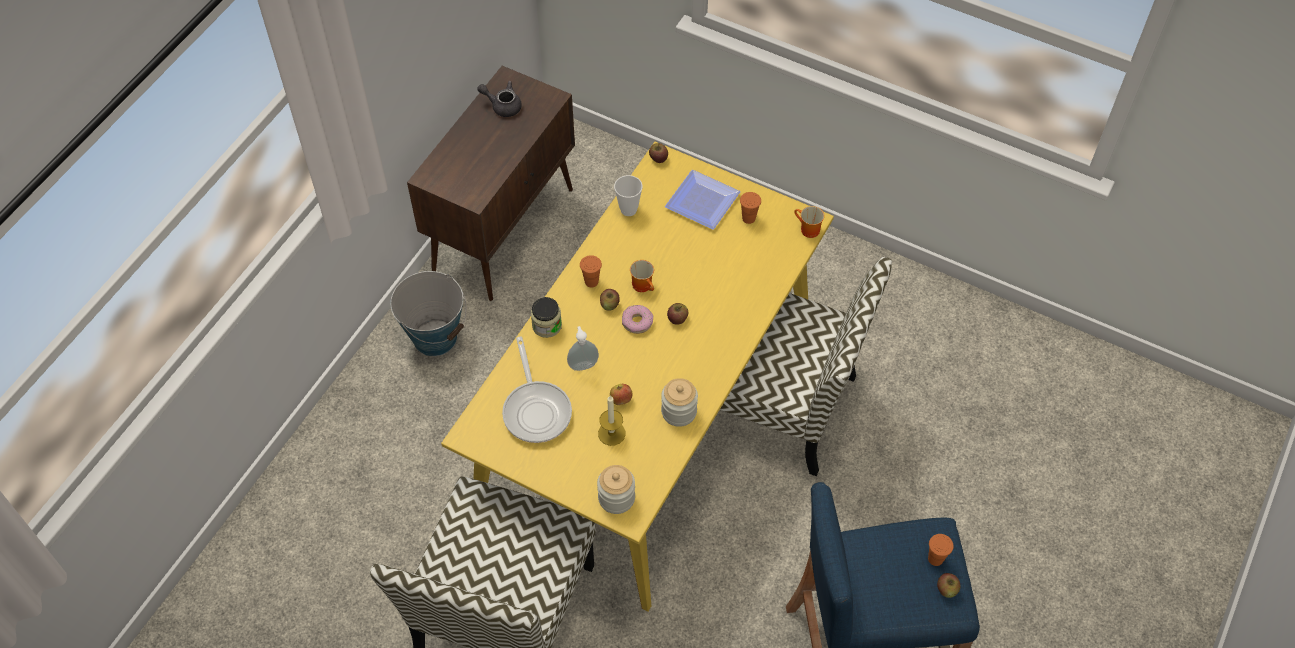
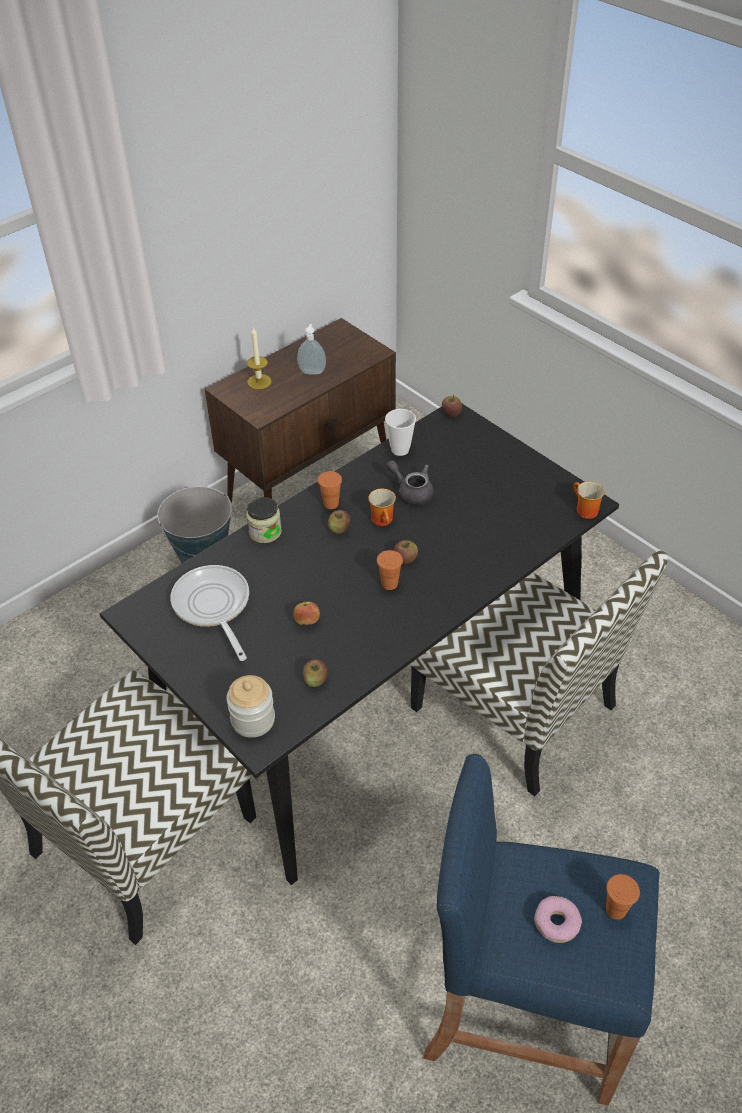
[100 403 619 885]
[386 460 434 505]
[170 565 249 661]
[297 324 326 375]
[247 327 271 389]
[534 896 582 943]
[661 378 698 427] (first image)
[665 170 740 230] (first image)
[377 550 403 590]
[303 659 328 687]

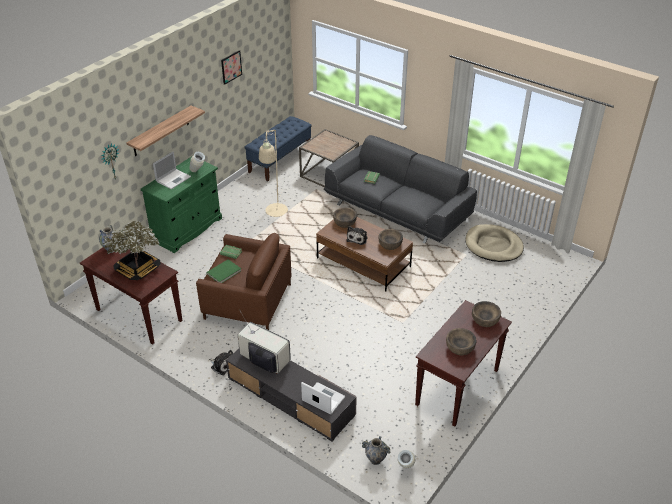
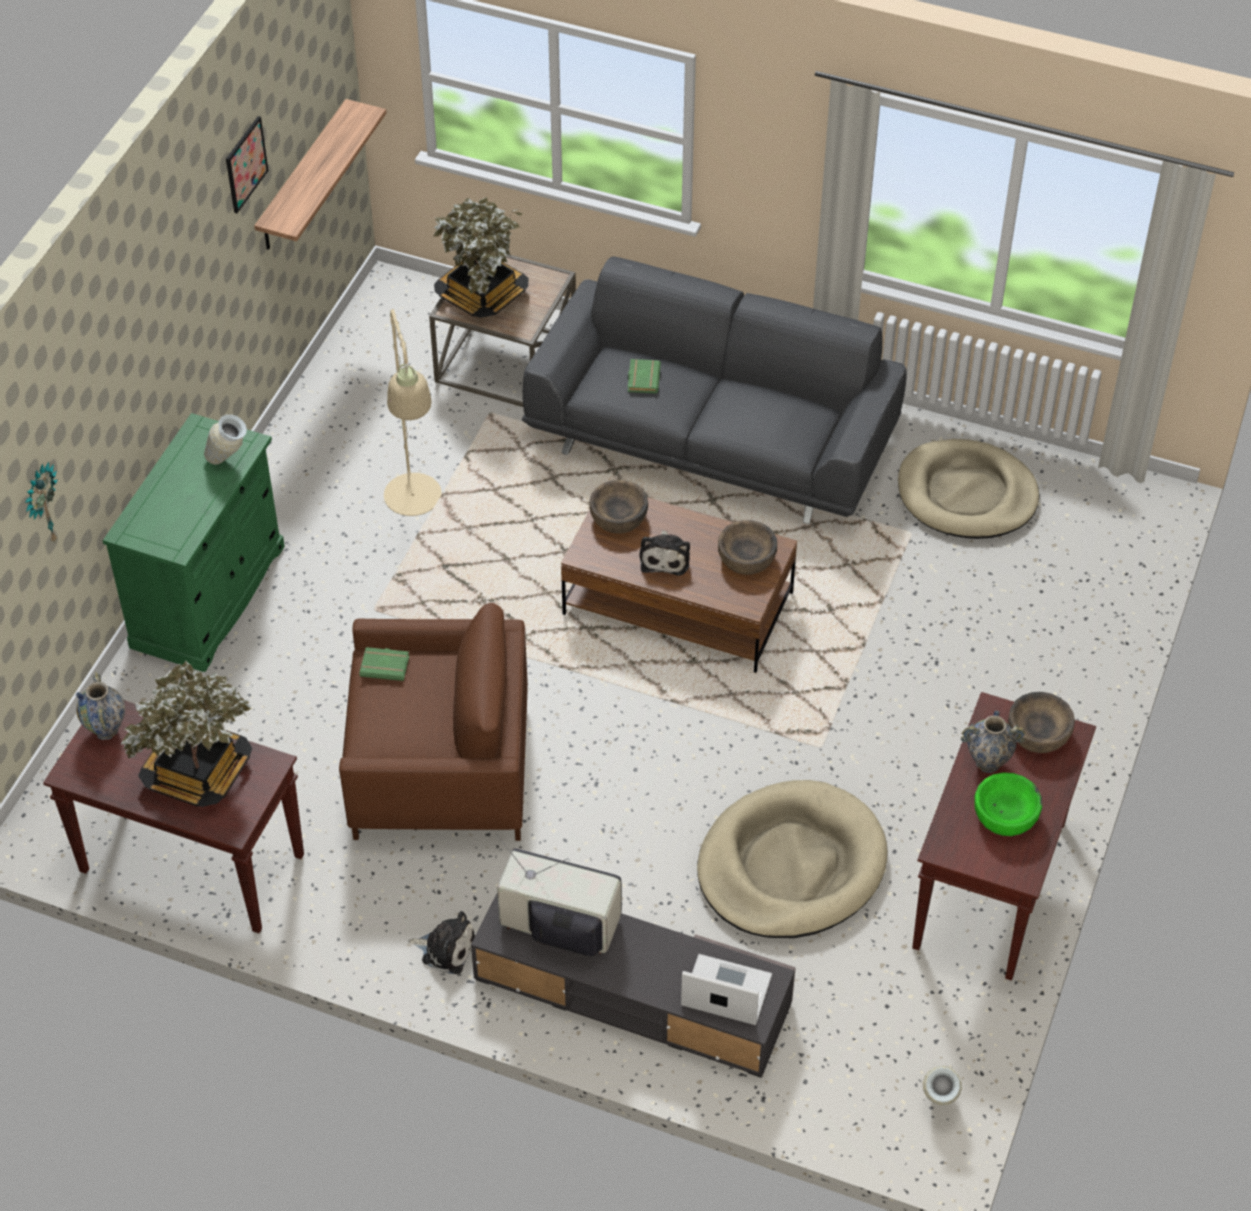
[254 99 386 250]
[153 152 191 189] (first image)
[206 259 241 283] (first image)
[244 116 312 181] (first image)
[961 711 1026 773]
[974 773 1042 836]
[433 197 529 318]
[697 780 888 938]

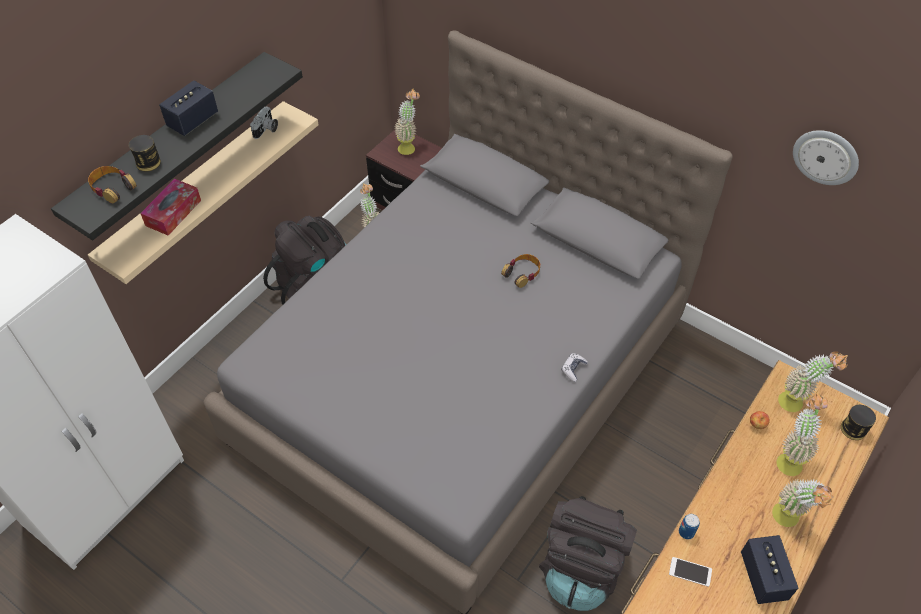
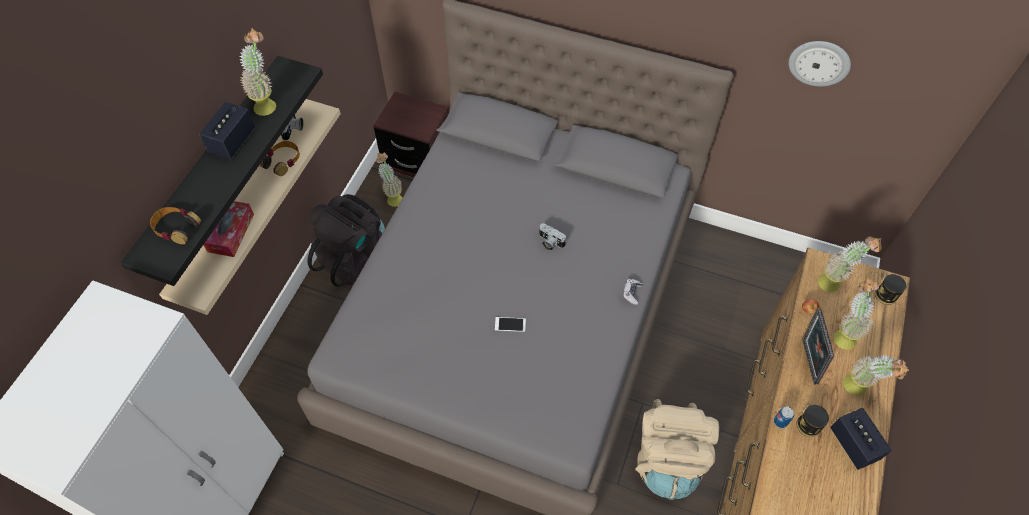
[797 405 829 437]
[239 28 276 116]
[260 141 300 176]
[635 399 719 500]
[495 317 526 332]
[539 223 566 251]
[802 309 834 384]

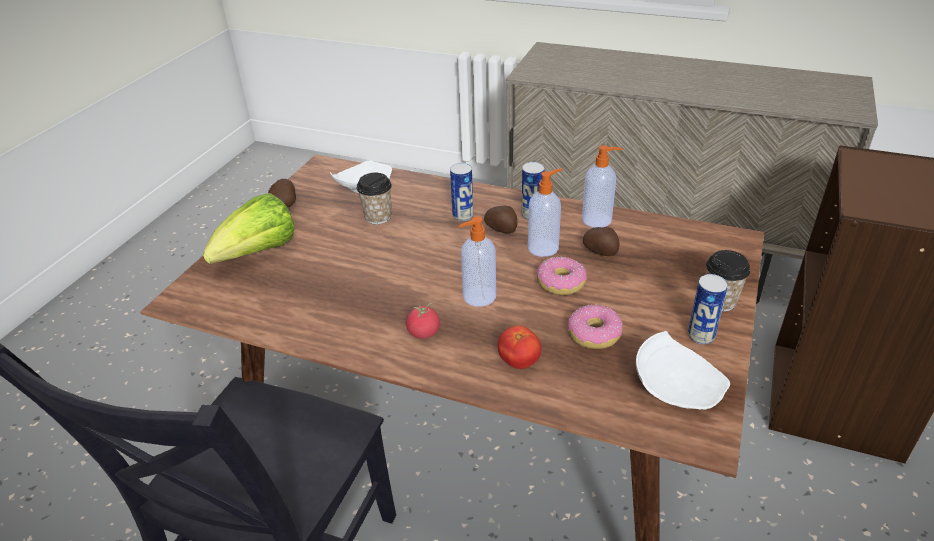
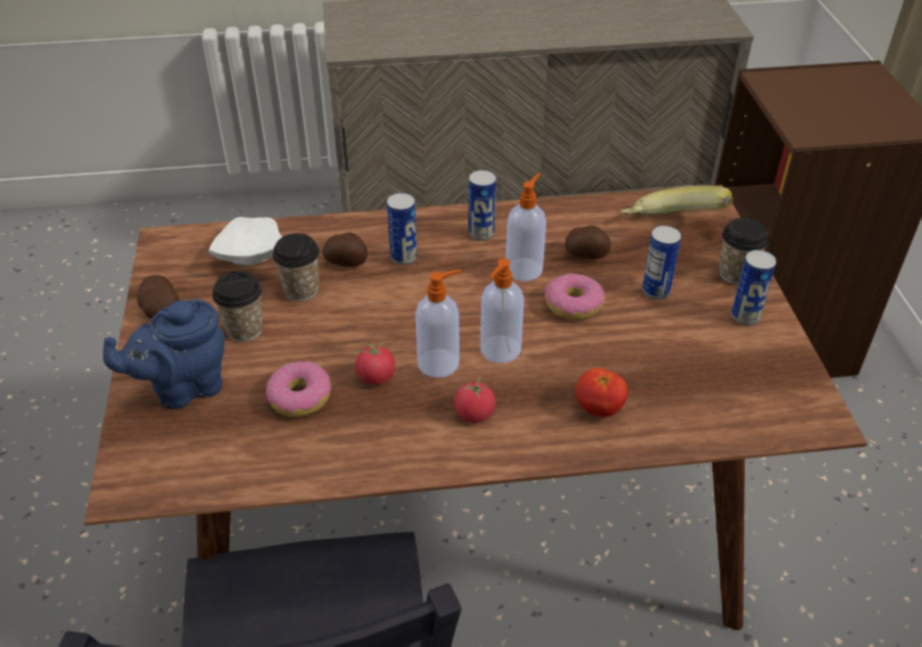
[103 299 225 409]
[323 233 368 267]
[266 361 331 417]
[415 270 462 378]
[636 331 730 410] (first image)
[212 271 263 342]
[355 341 395 384]
[621 186 733 215]
[642 225 681 300]

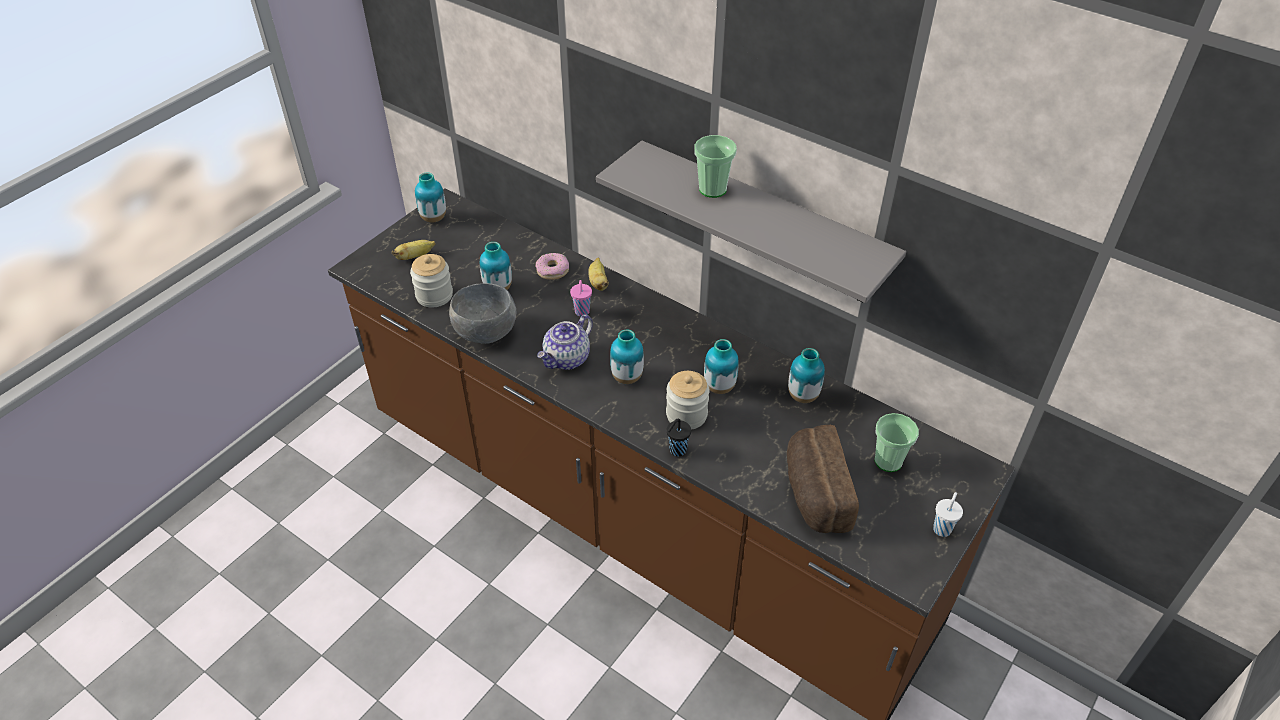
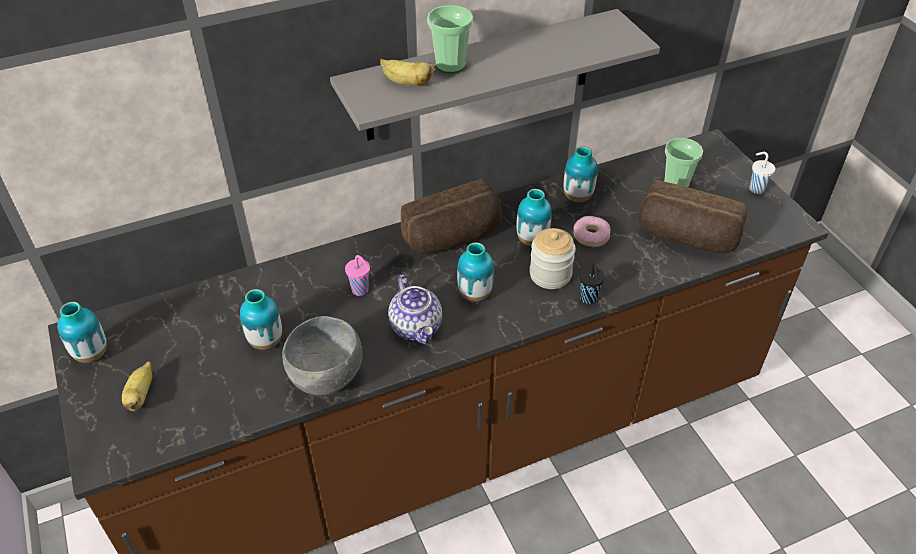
[410 254 453 307] (first image)
[573 216 611 247]
[380 59 436 85]
[401 179 502 254]

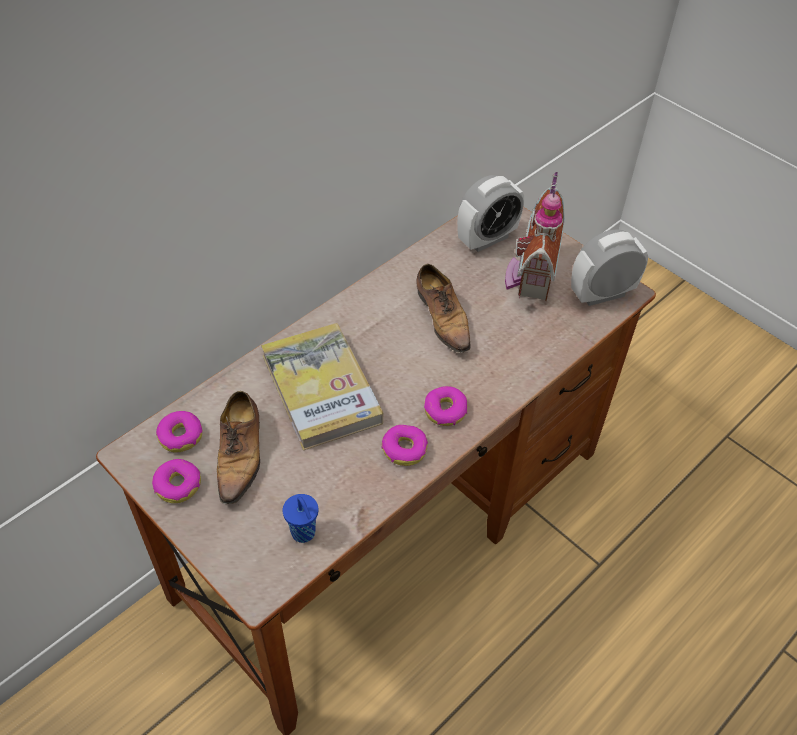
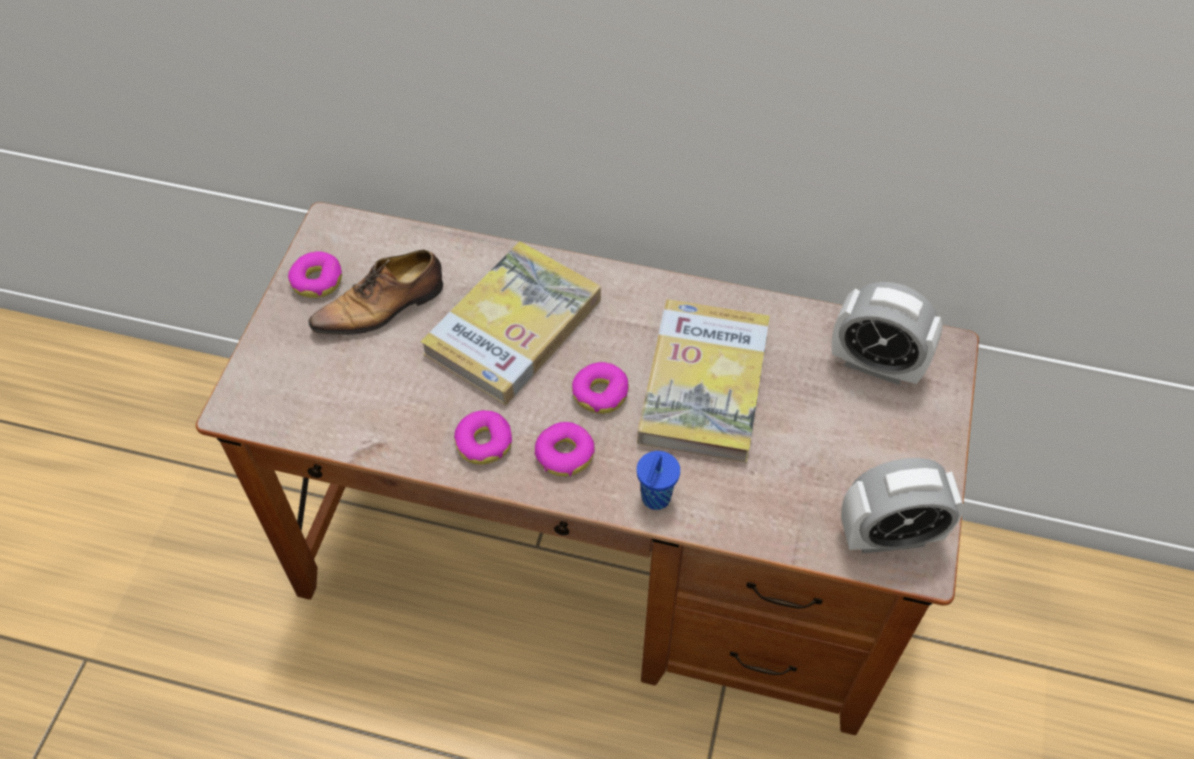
[572 362 629 414]
[637 451 680 510]
[637 299 770 463]
[505 172 565 301] (first image)
[841 458 964 553]

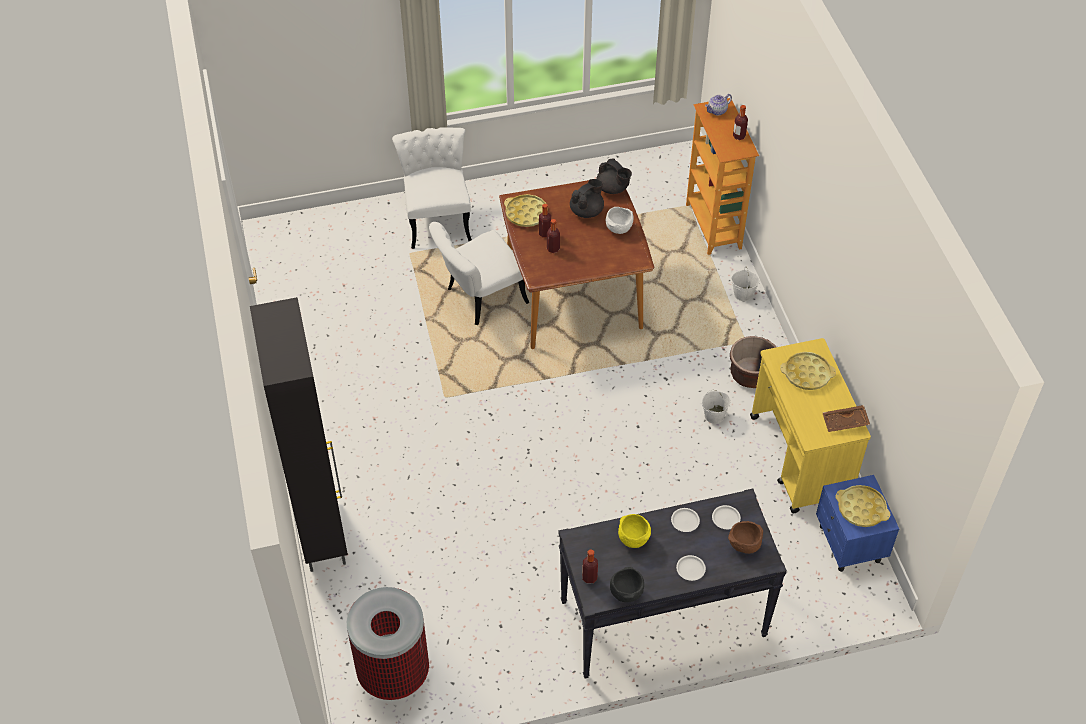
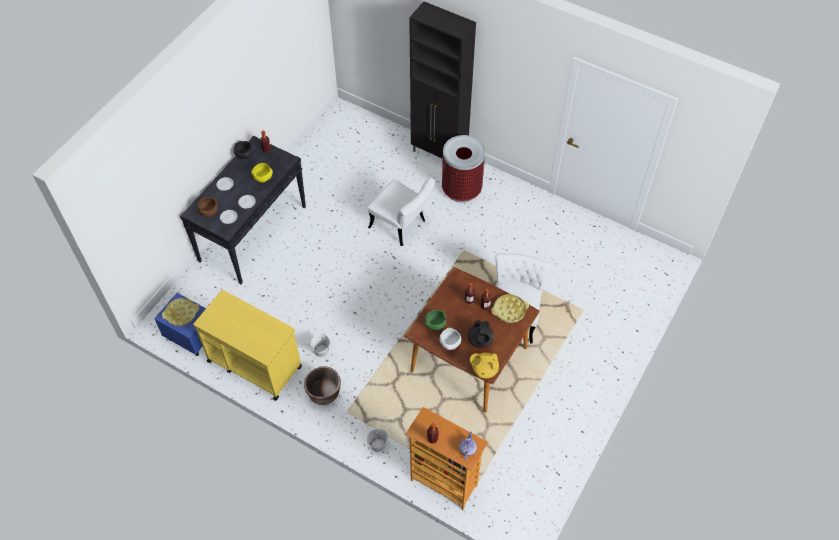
[442 135 485 203]
[368 178 435 246]
[470 353 499 378]
[780 352 836 390] (first image)
[823 405 870 432] (first image)
[425 310 446 330]

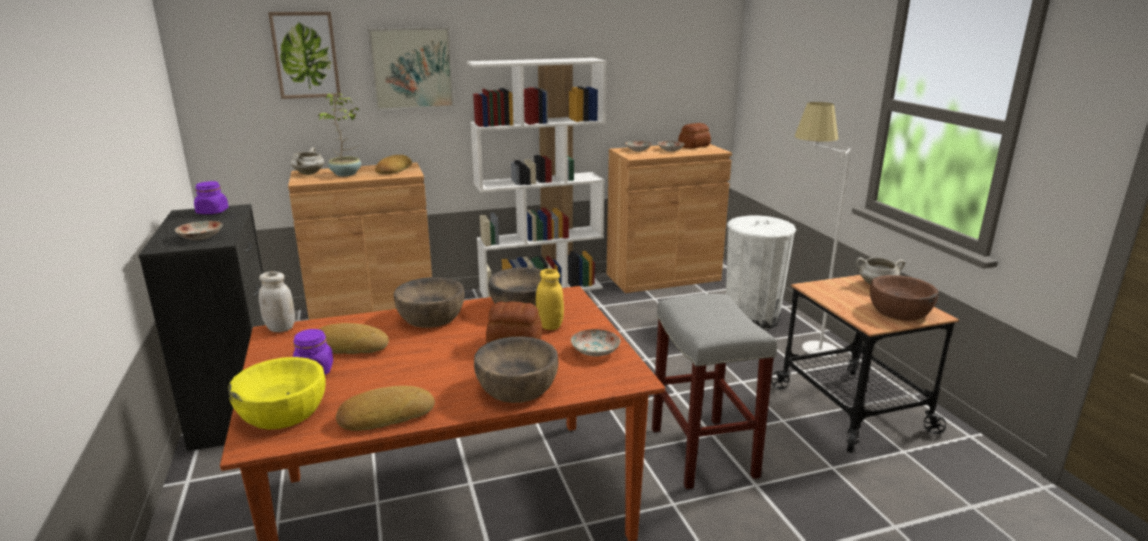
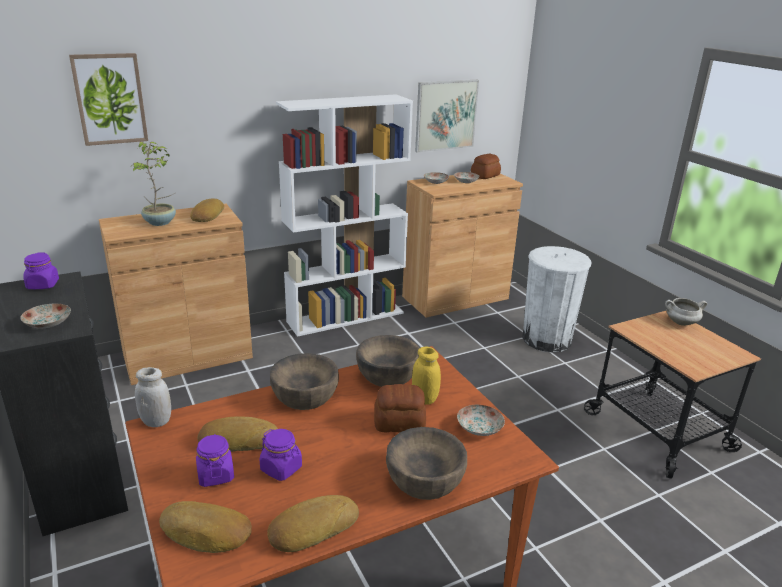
[159 501 252 553]
[291 147 324 175] (first image)
[415 80 479 152]
[652 294 777 489] (first image)
[795 102 851 358] (first image)
[870 275 938 321] (first image)
[260 429 302 481]

